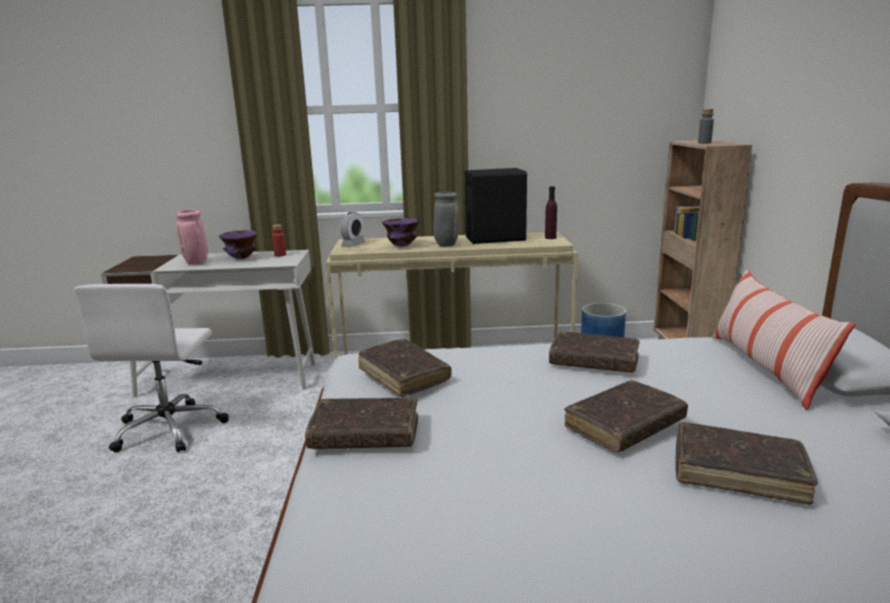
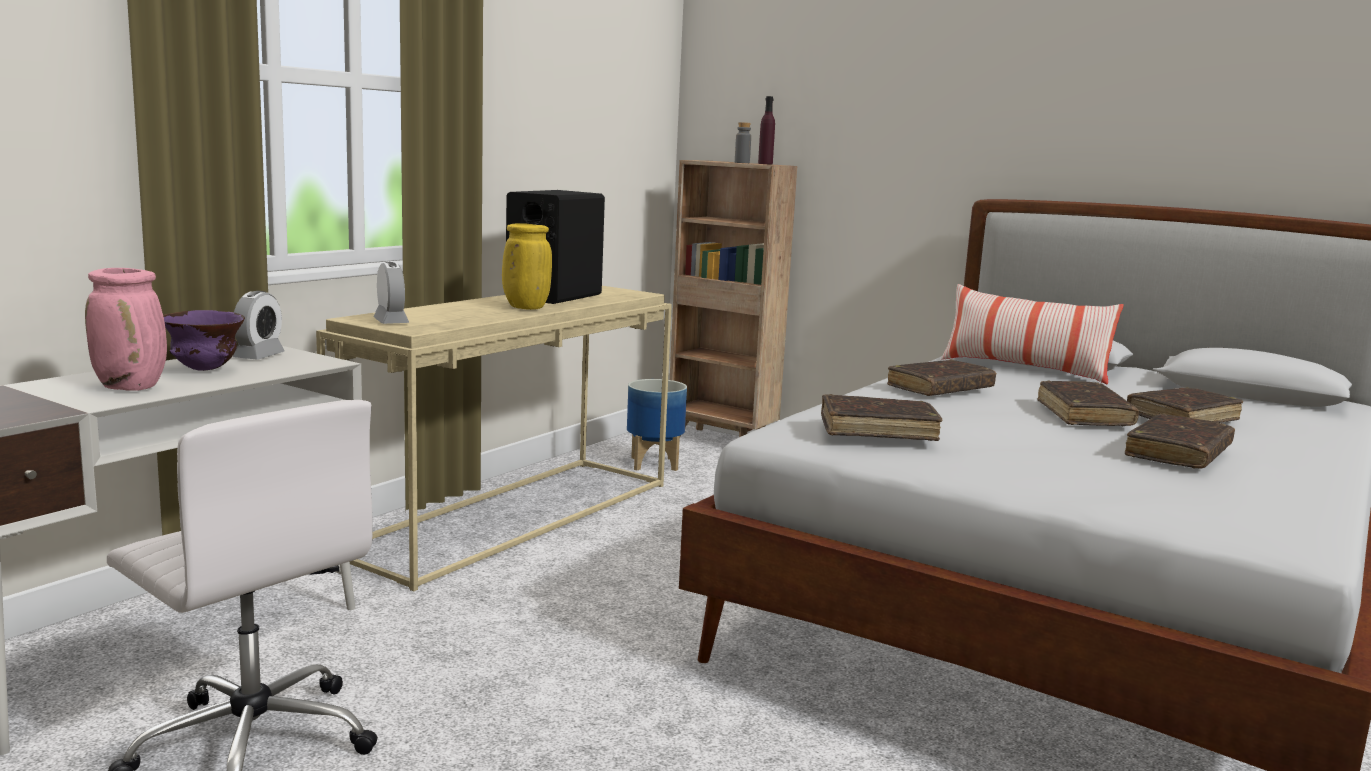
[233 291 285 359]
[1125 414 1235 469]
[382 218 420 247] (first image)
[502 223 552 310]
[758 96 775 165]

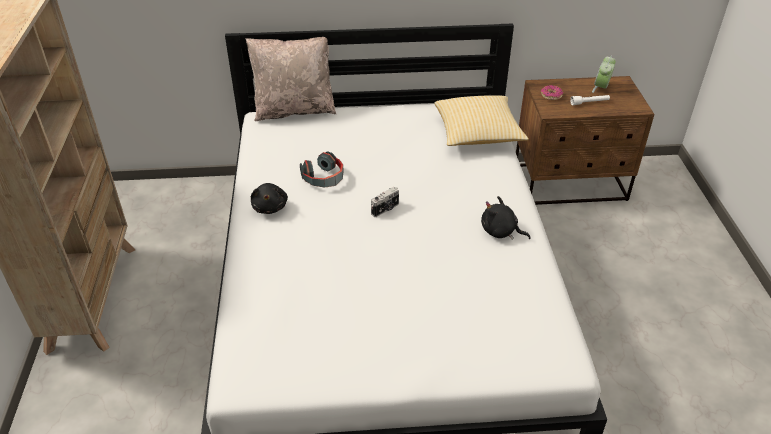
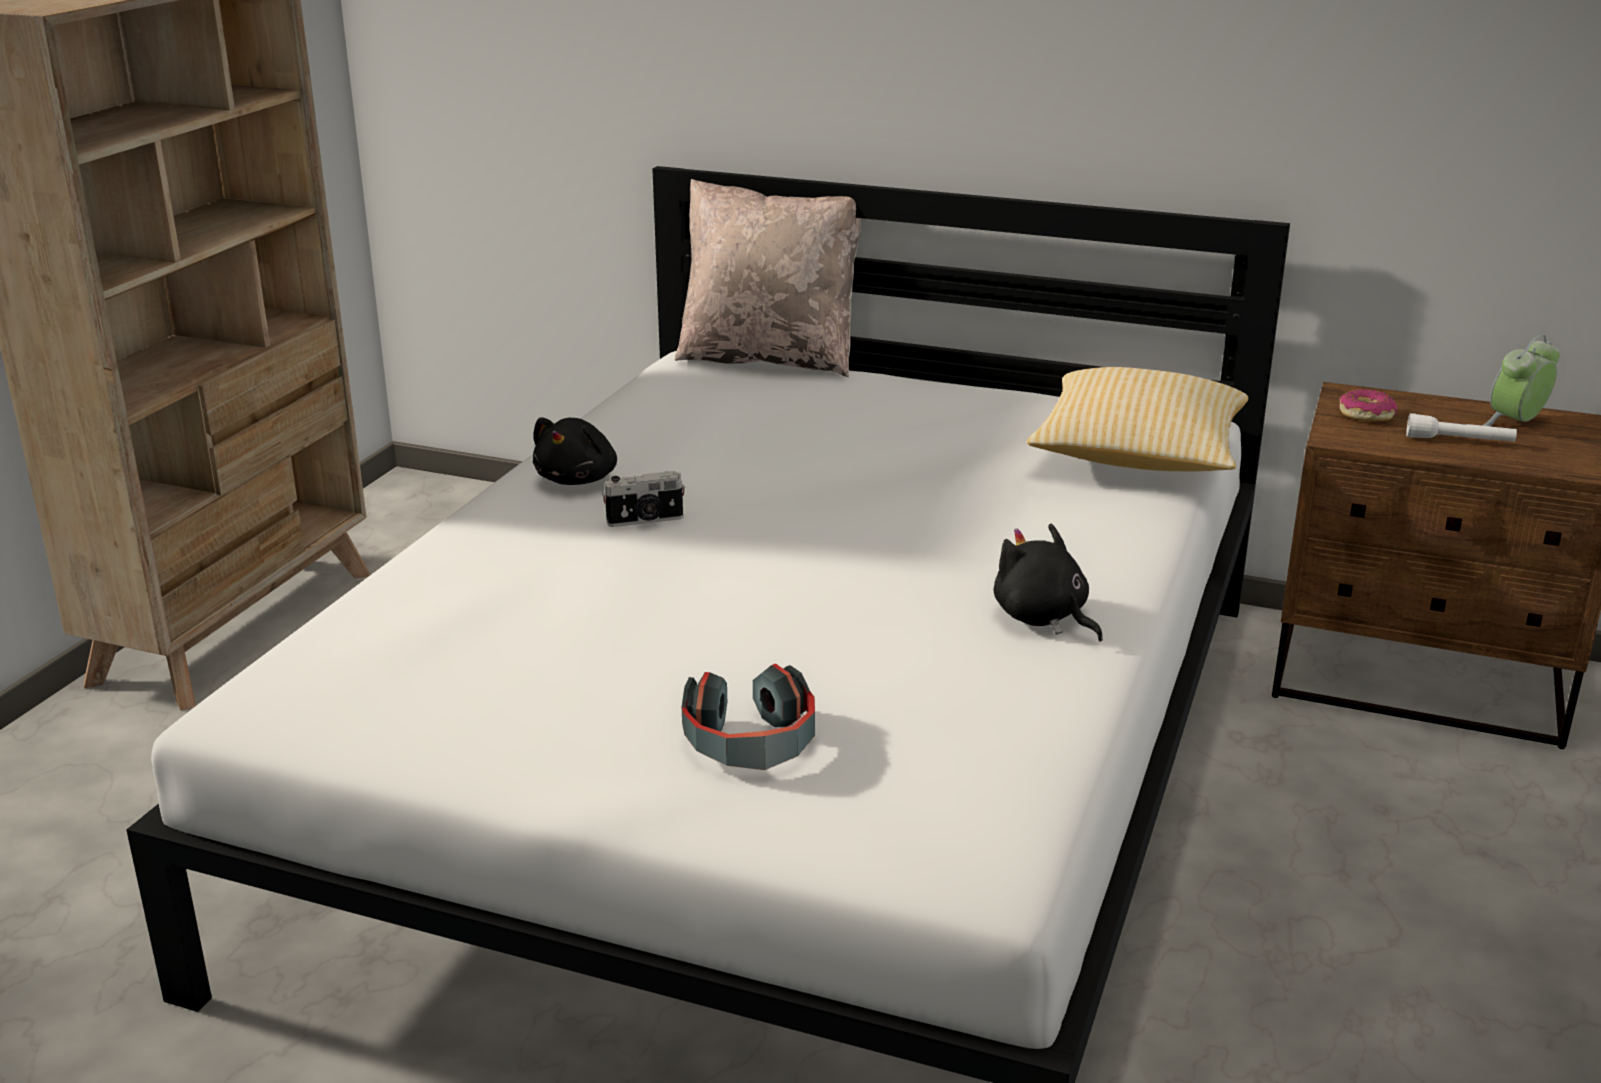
[682 664 815 770]
[602 471 685 527]

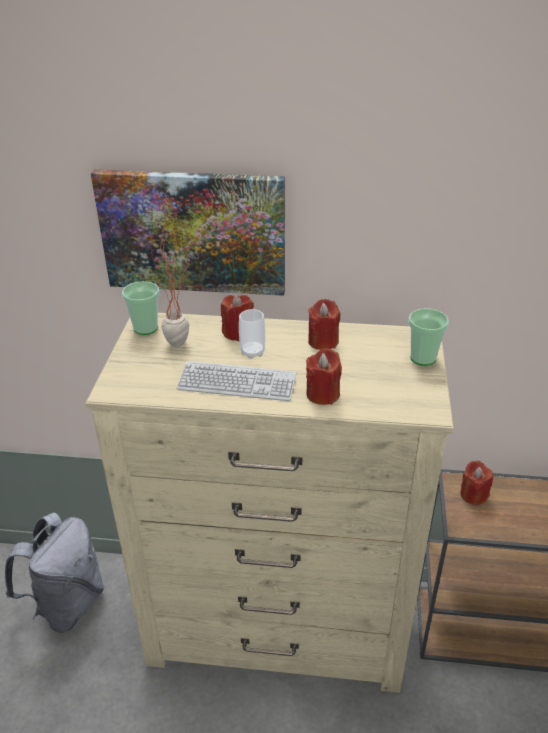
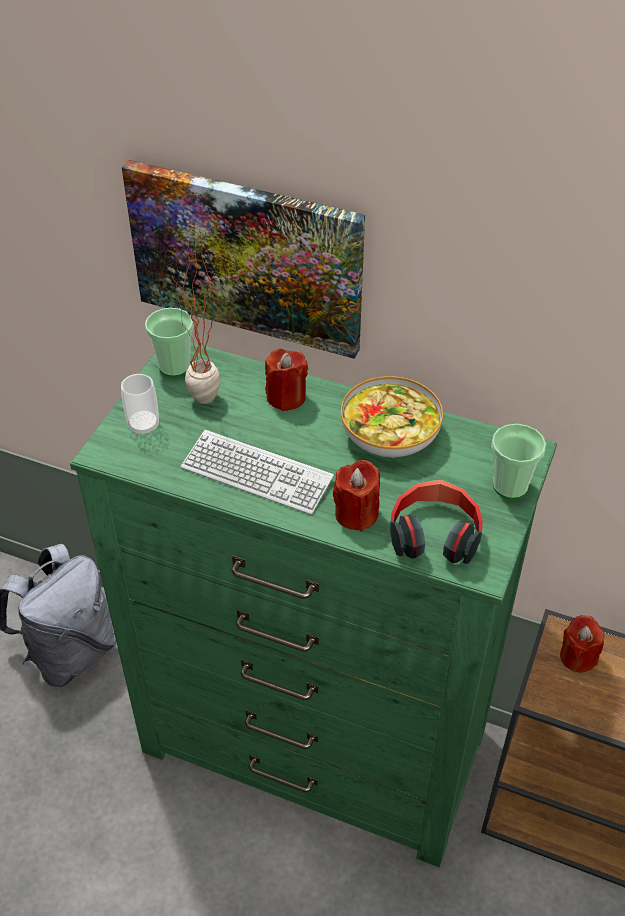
[70 343 557 868]
[121 374 159 435]
[341 376 443 458]
[390 479 483 564]

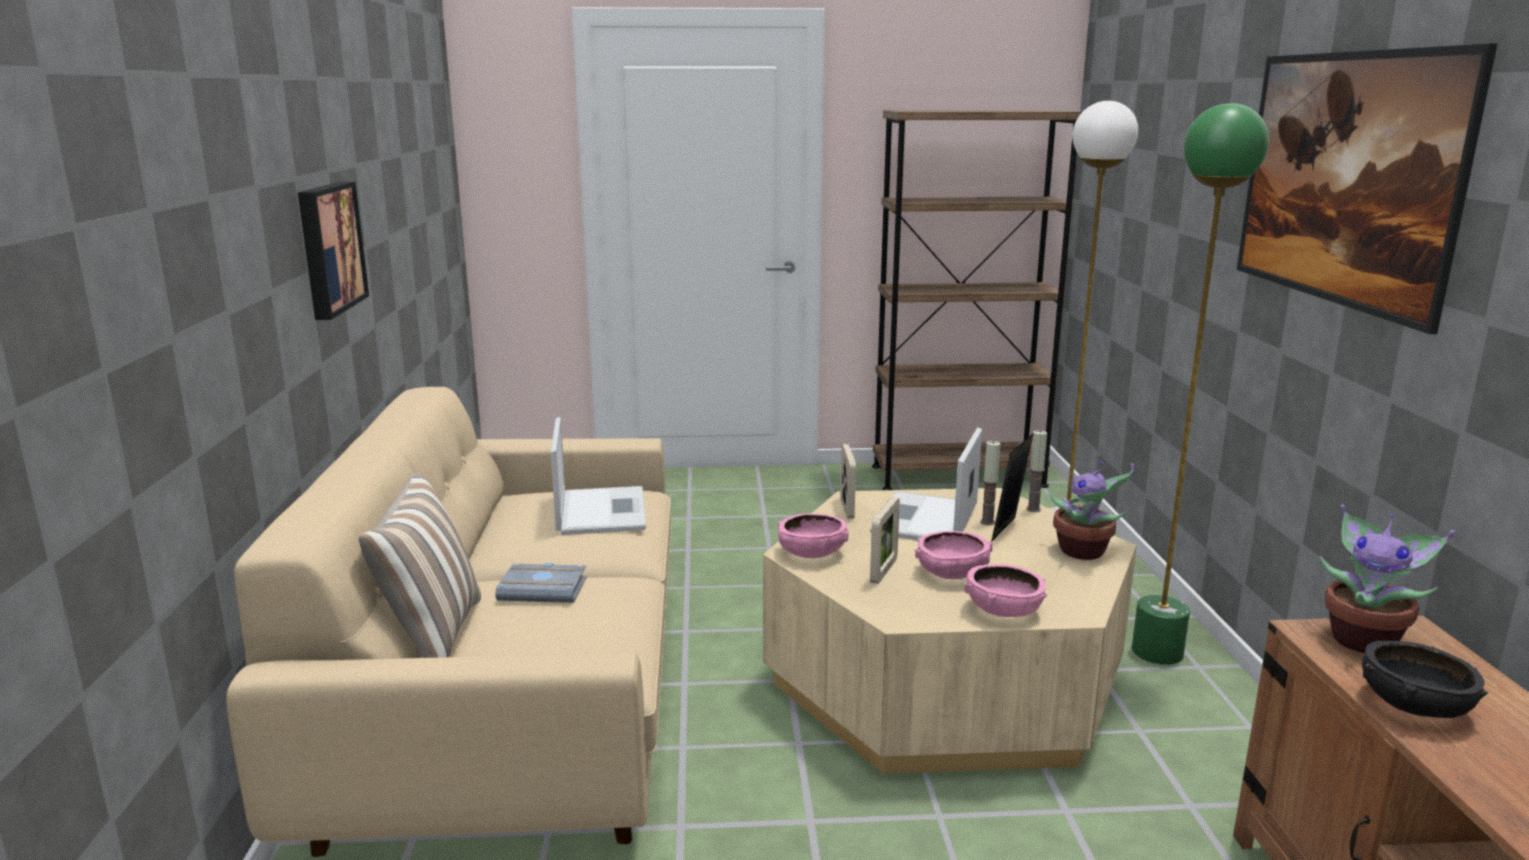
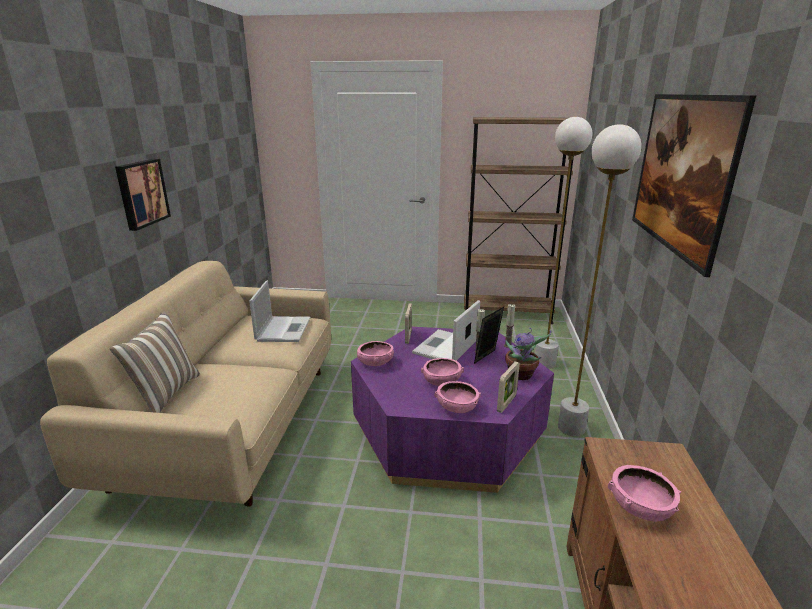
[495 563 587 603] (first image)
[351 327 554 493]
[497 361 520 413]
[558 124 642 436]
[1320 504 1455 653] (first image)
[608 465 681 522]

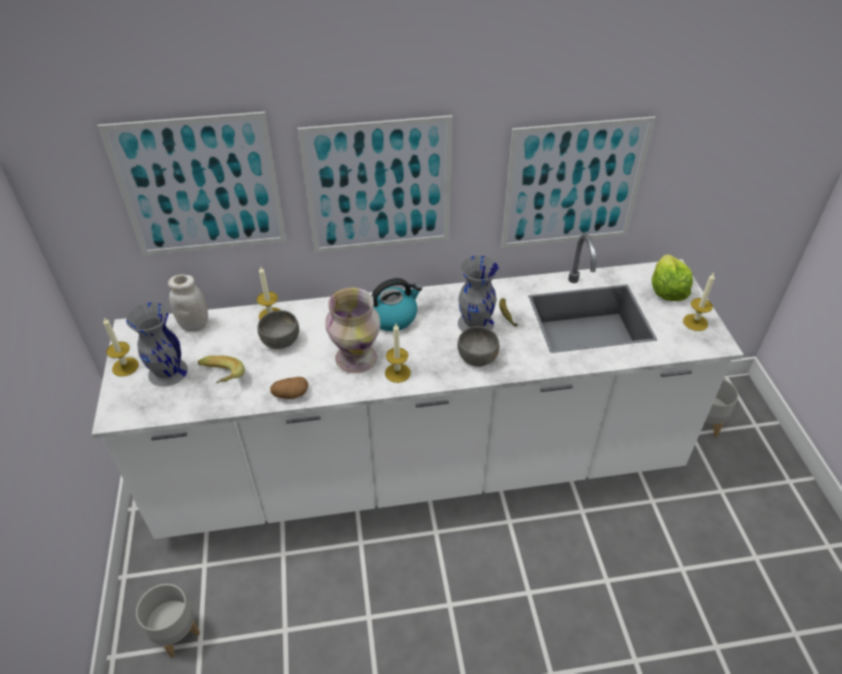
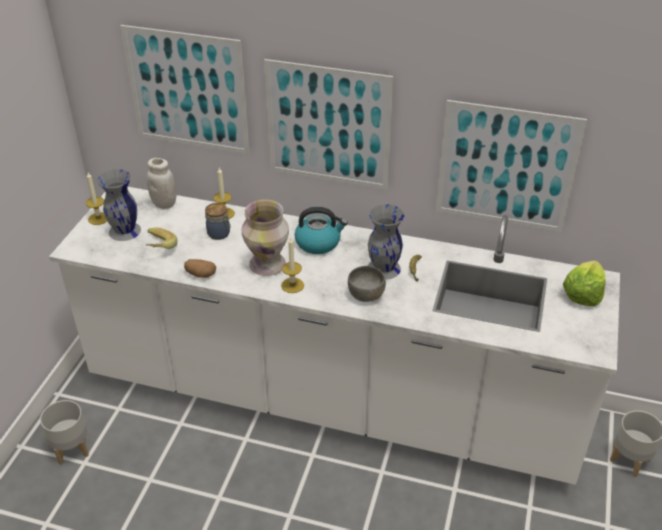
[205 203 231 240]
[683 273 715 331] (first image)

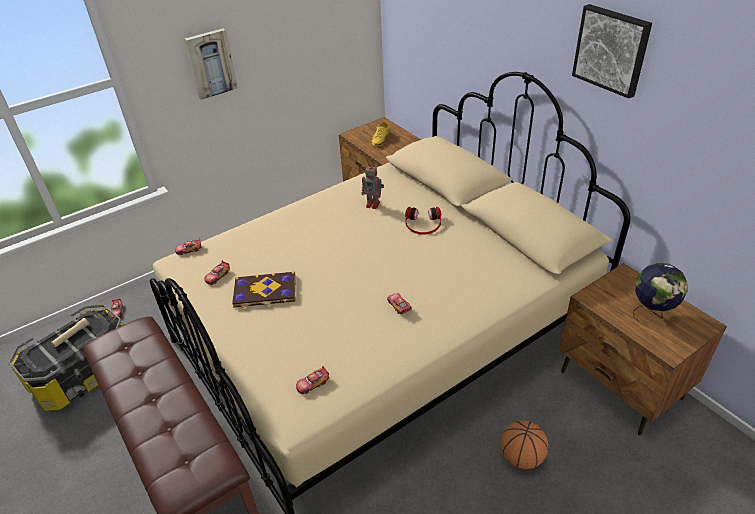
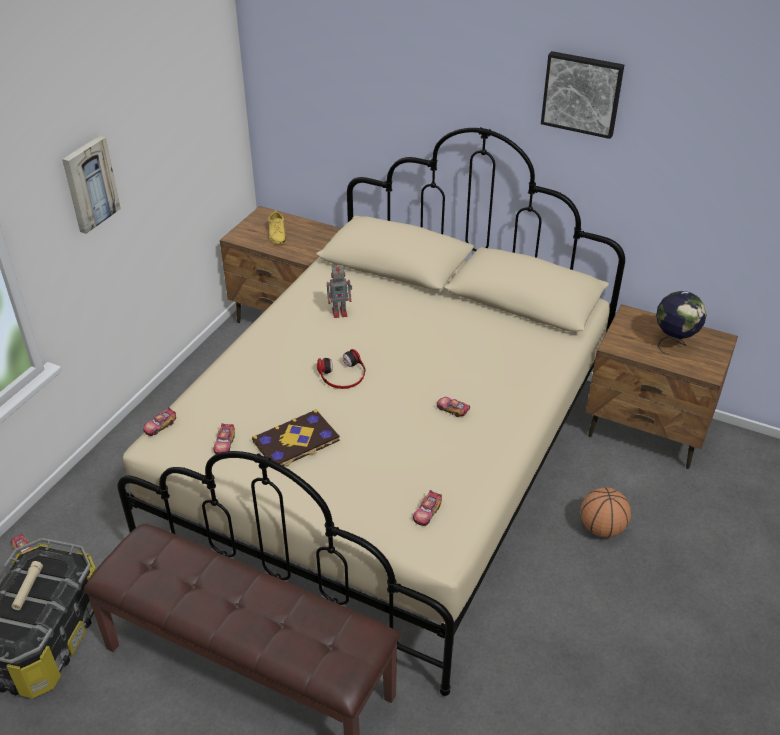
[317 349 365 389]

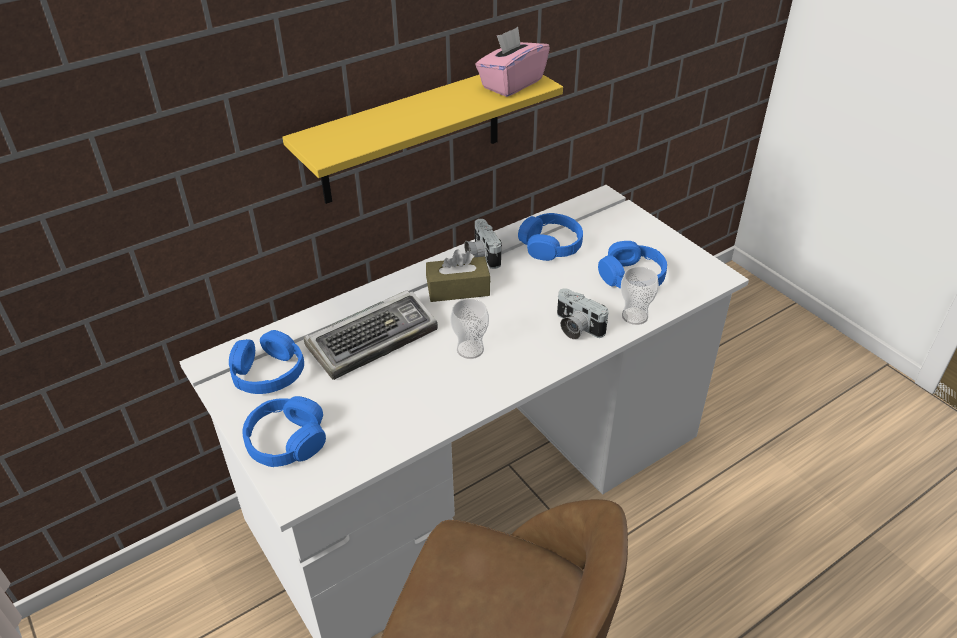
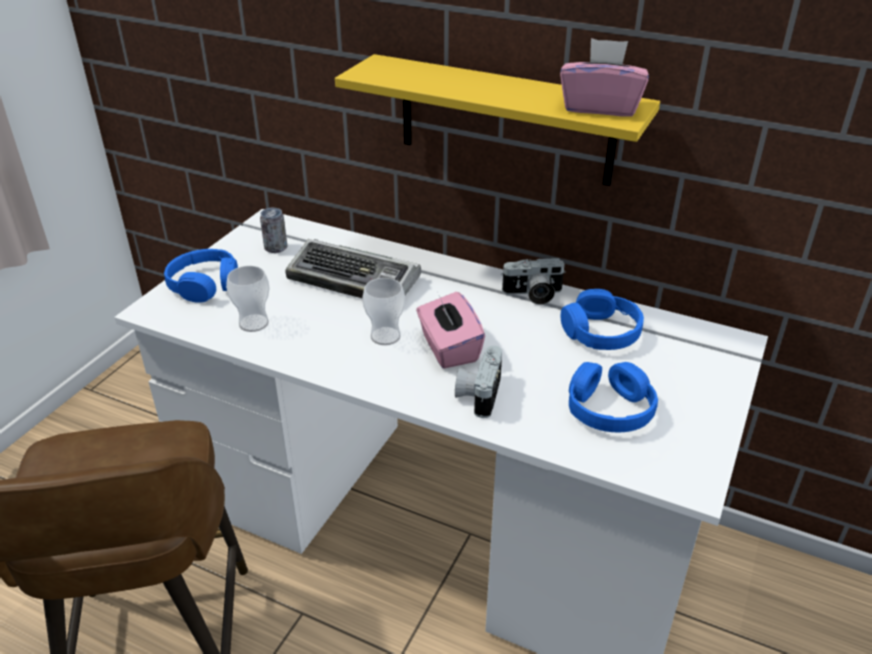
[260 208 287 253]
[426 249 490 302] (first image)
[501 258 566 305]
[226 266 270 332]
[416 292 485 368]

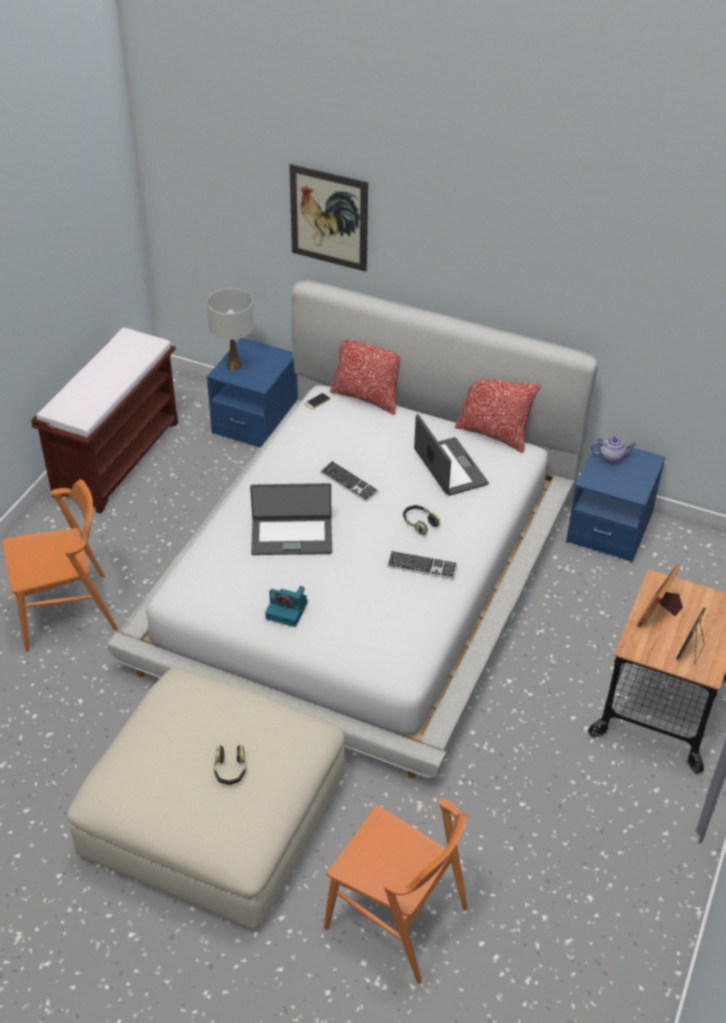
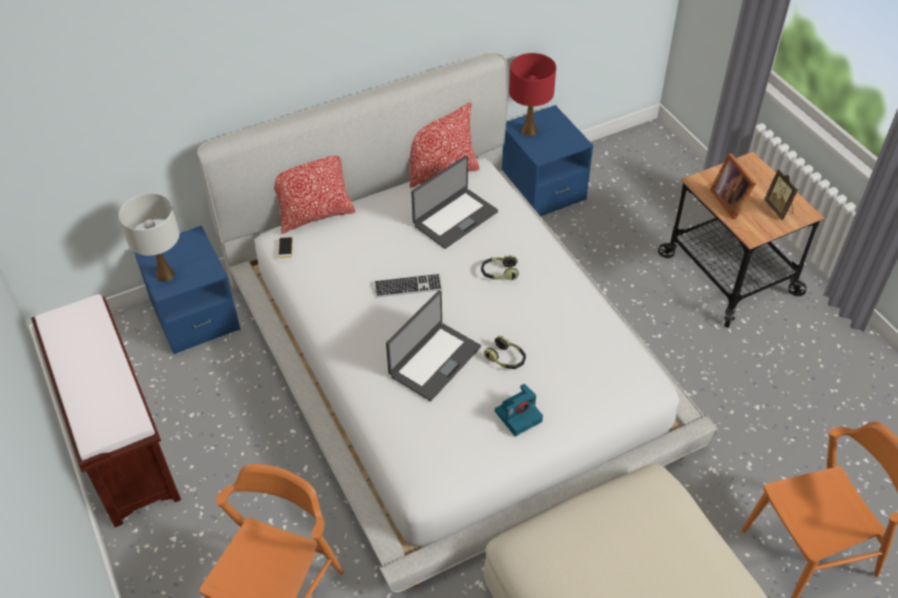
[484 336 526 369]
[289 164 368 272] (first image)
[387 550 458 579] (first image)
[411 155 498 249]
[509 53 556 136]

